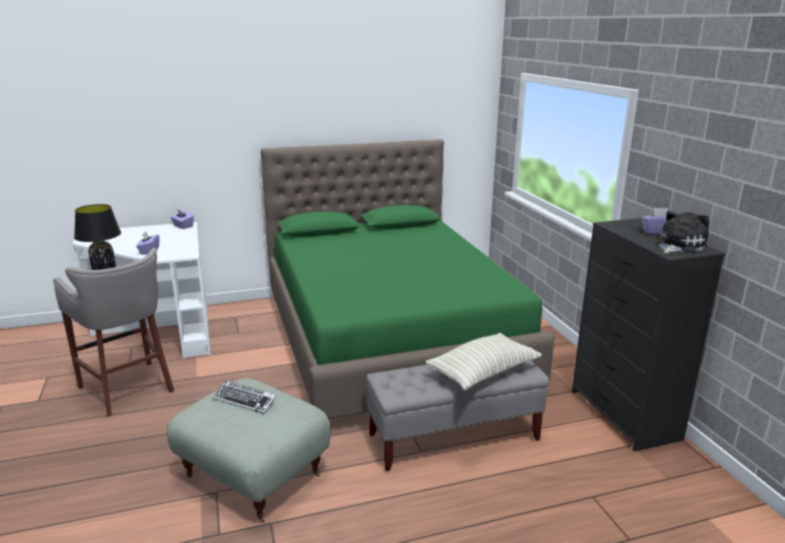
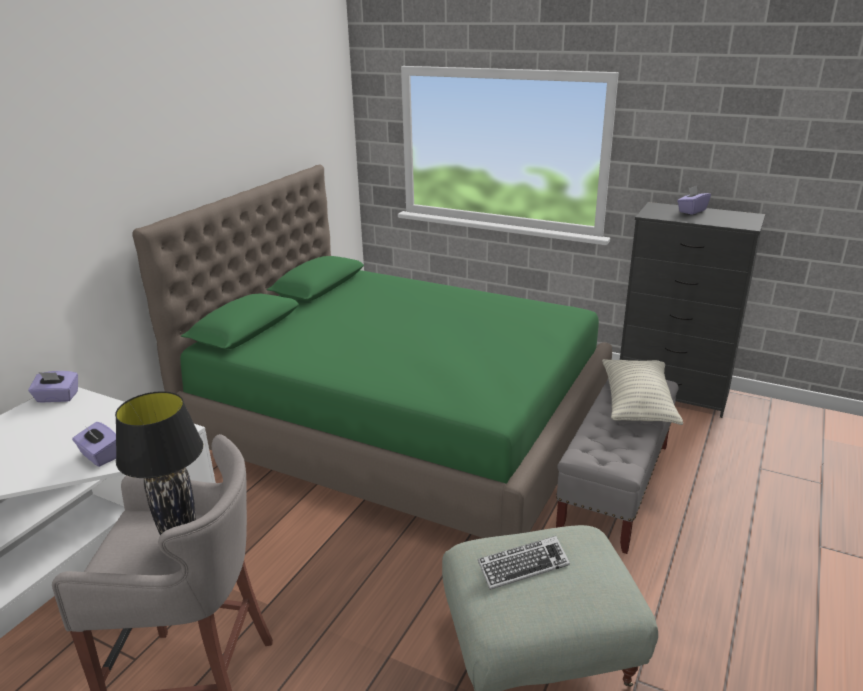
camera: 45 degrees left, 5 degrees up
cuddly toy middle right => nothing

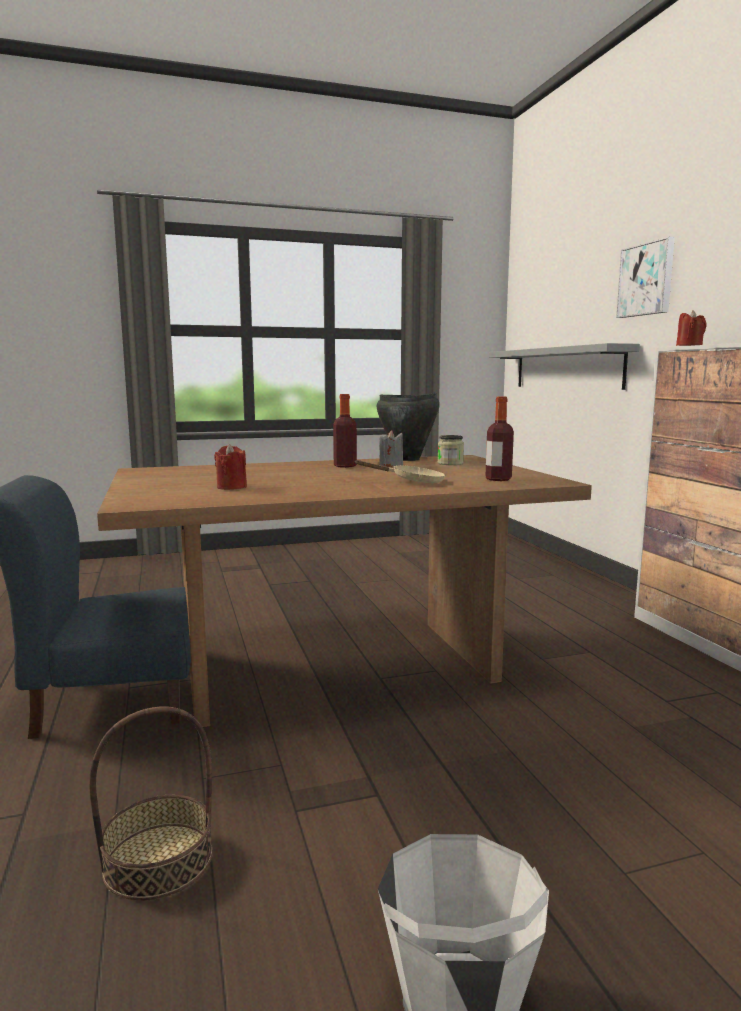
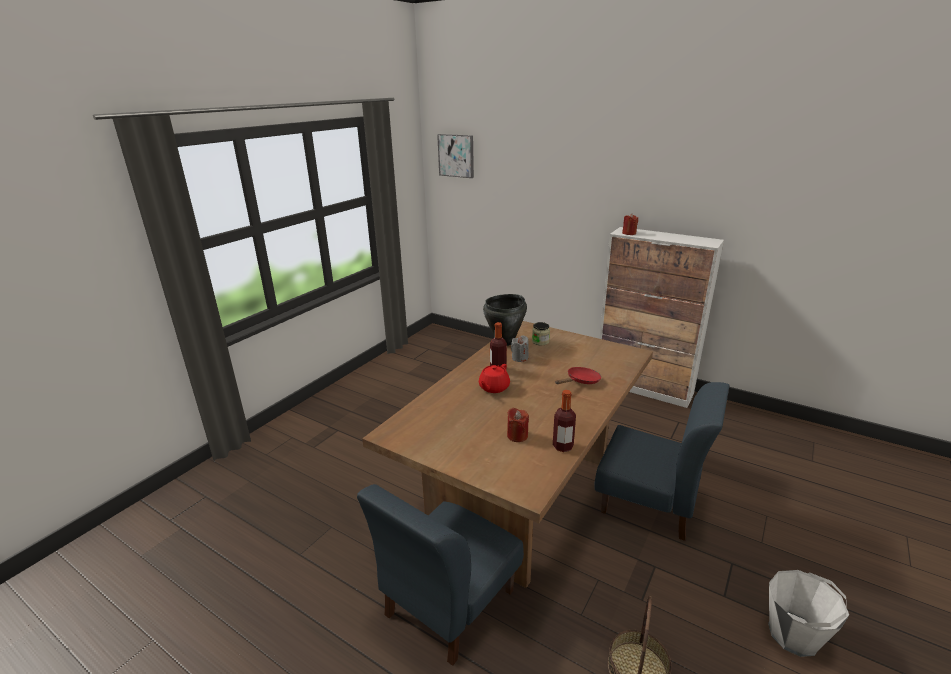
camera: 40 degrees left, 15 degrees up
beige skillet centre => red skillet centre
bottle (2nd from left) middle right => bottle (2nd from left) centre, moved
greyish bracket shelf middle right => nothing
wall picture top right => wall picture top centre, moved
nothing => red tea pot centre
nothing => blue-coloured chair (2nd from left) bottom right

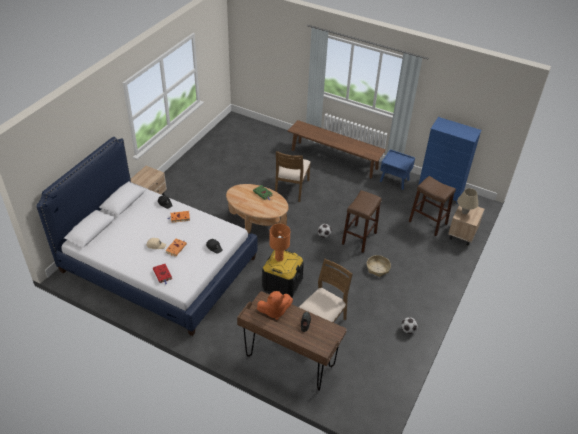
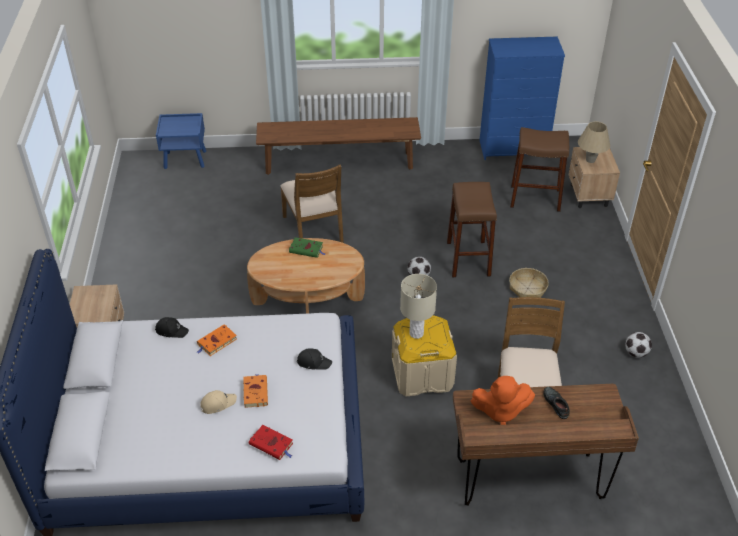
camera: 30 degrees left, 0 degrees up
orange-coloured cuddly toy bottom centre => orange-coloured cuddly toy bottom right, 45 degrees clockwise
black-coloured storage container centre => beige storage container centre
orange-coloured tabletop lamp centre => beige tabletop lamp (1st from left) centre
blue-coloured nightstand middle right => blue-coloured nightstand top left, moved

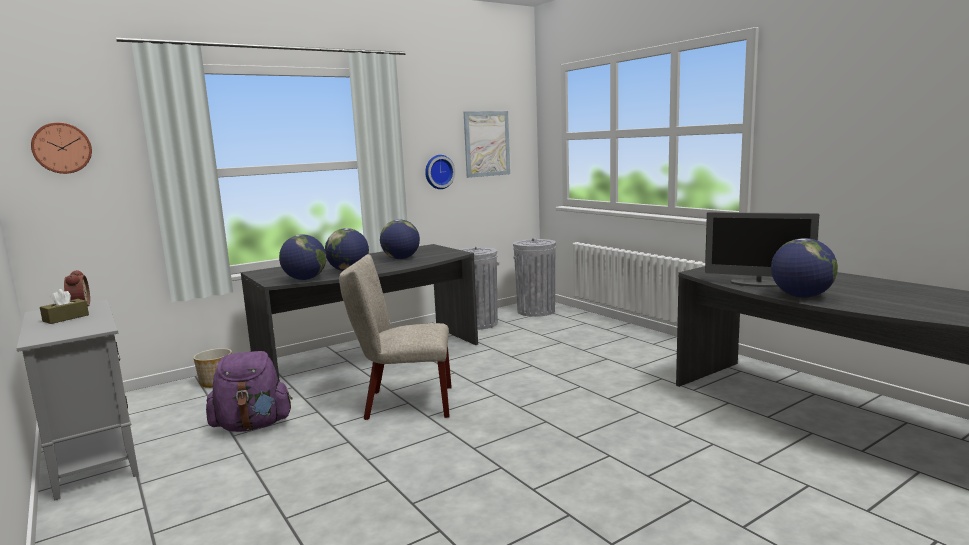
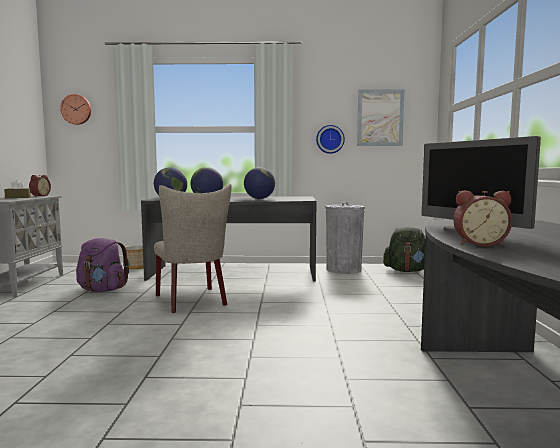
camera: 35 degrees right, 5 degrees down
beige chair centre, 150 degrees counterclockwise
greyish rubbish bin (2nd from left) centre => green-coloured backpack middle right
desk globe (4th from left) middle right => table clock (2nd from left) middle right

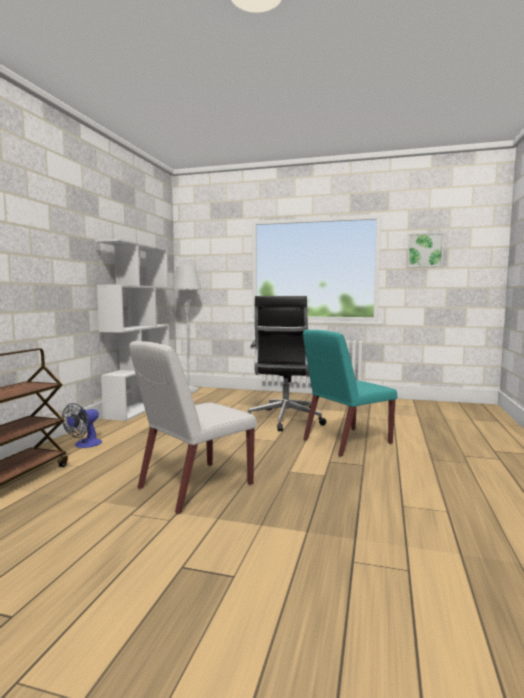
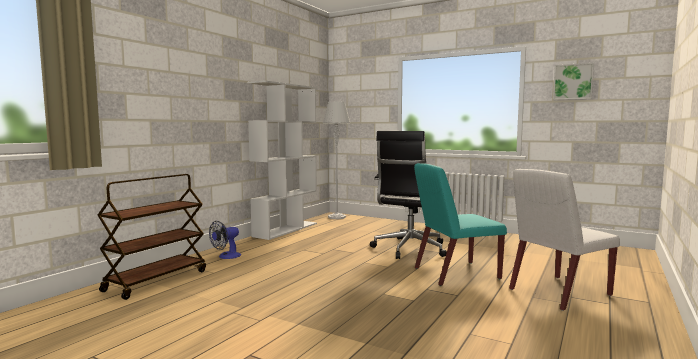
camera: 15 degrees right, 0 degrees up
white chair centre => white chair bottom right, moved

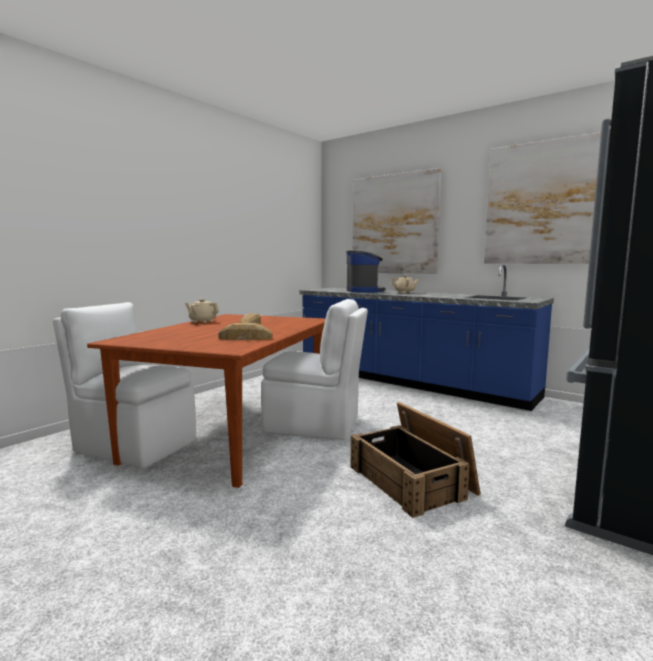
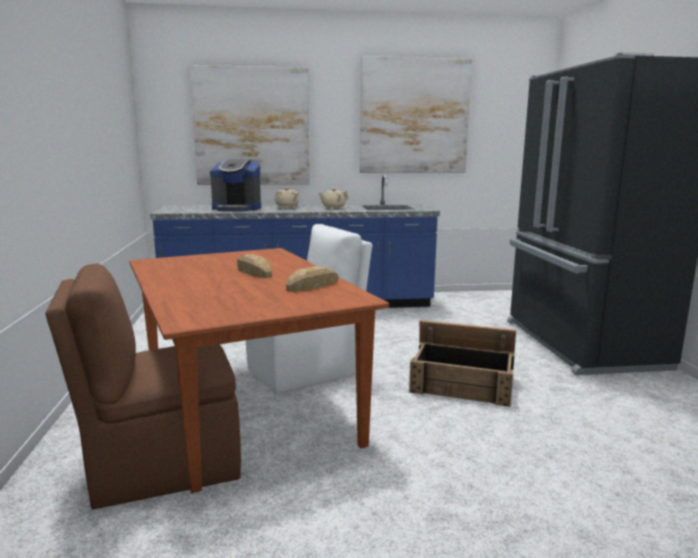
camera: 45 degrees left, 5 degrees up
white chair (1st from left) middle left => brown-coloured chair bottom left
beige tea pot (1st from left in the first image) middle left => beige tea pot (2nd from left) centre, moved
coffee machine centre => coffee machine top centre, 150 degrees clockwise

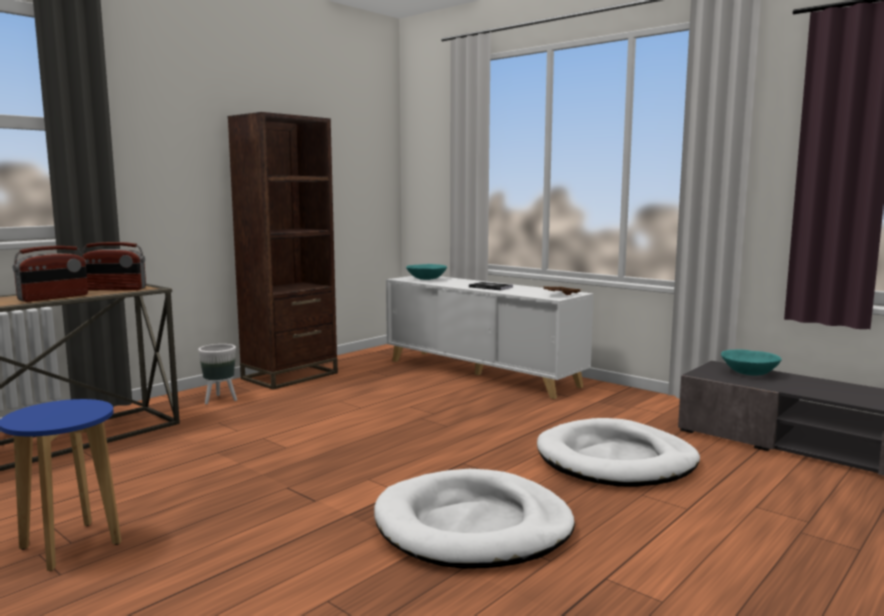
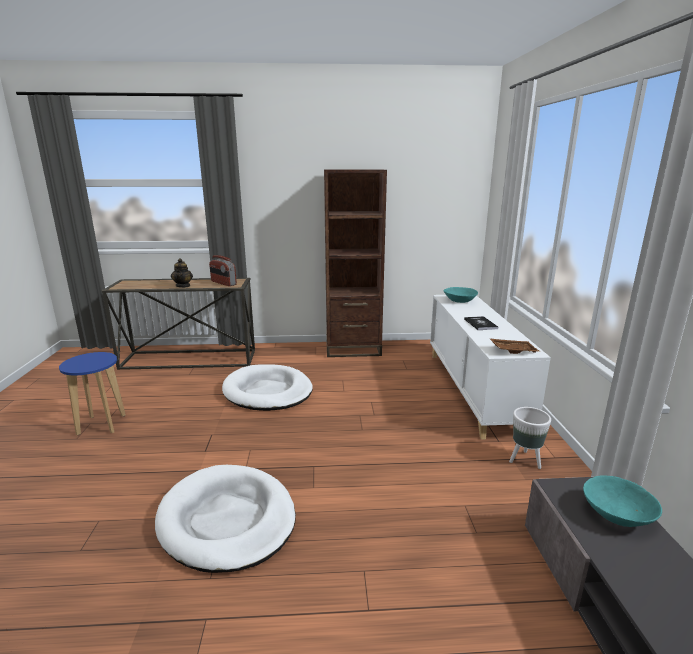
camera: 45 degrees right, 10 degrees up
radio receiver (1st from left) middle left => tea pot middle left
white planter middle left => white planter bottom right, moved
white dog cushion (2nd from left) bottom right => white dog cushion (2nd from left) centre, moved

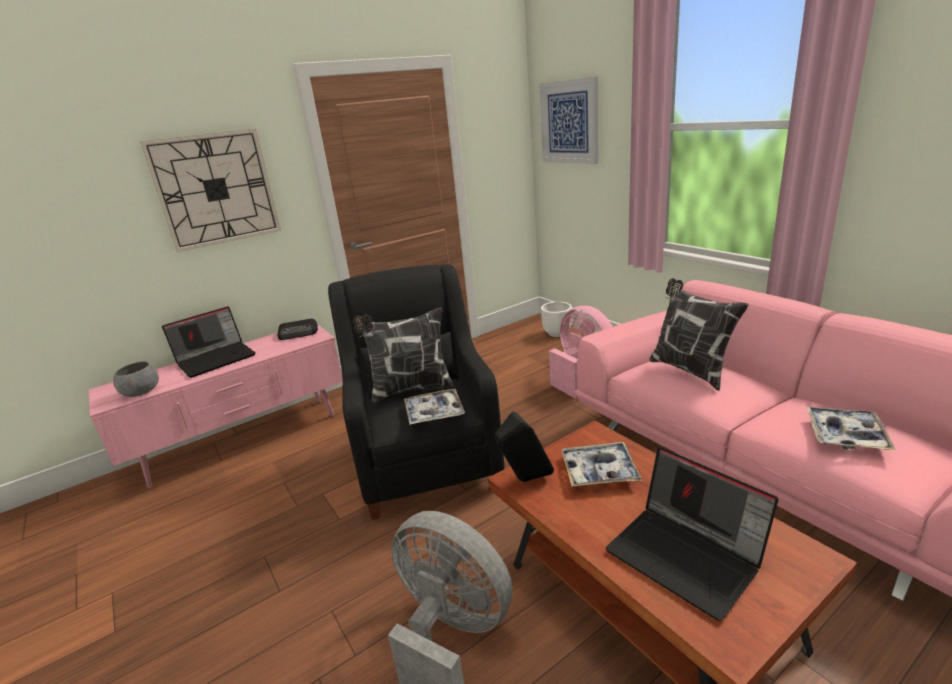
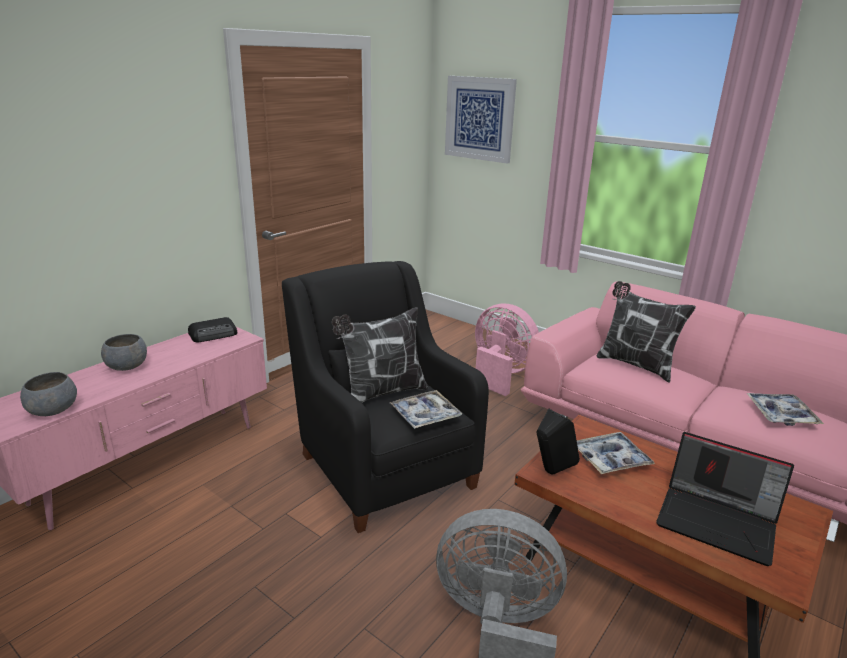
camera: 20 degrees left, 0 degrees up
clock on the wall top left => nothing
portable computer (1st from left) middle left => greyish bowl (2nd from left) middle left
white planter centre => nothing

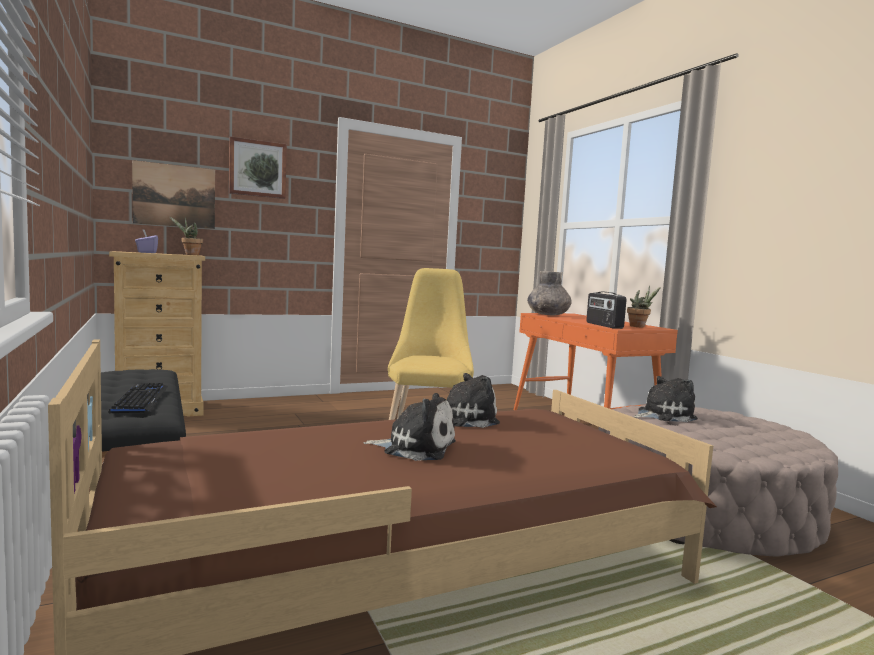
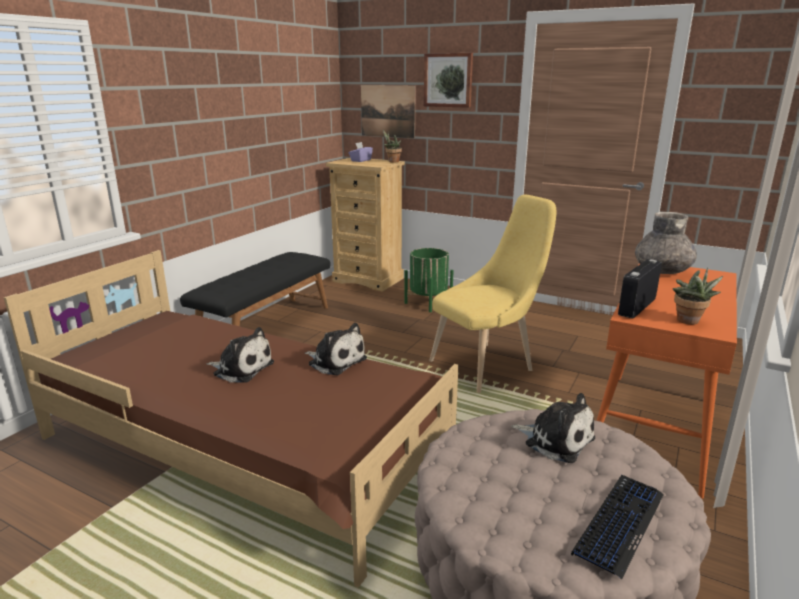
camera: 55 degrees right, 15 degrees up
keyboard middle left => keyboard bottom right, moved
cuddly toy (1st from left) centre => cuddly toy (1st from left) middle left, 45 degrees counterclockwise
nothing => green-coloured planter centre

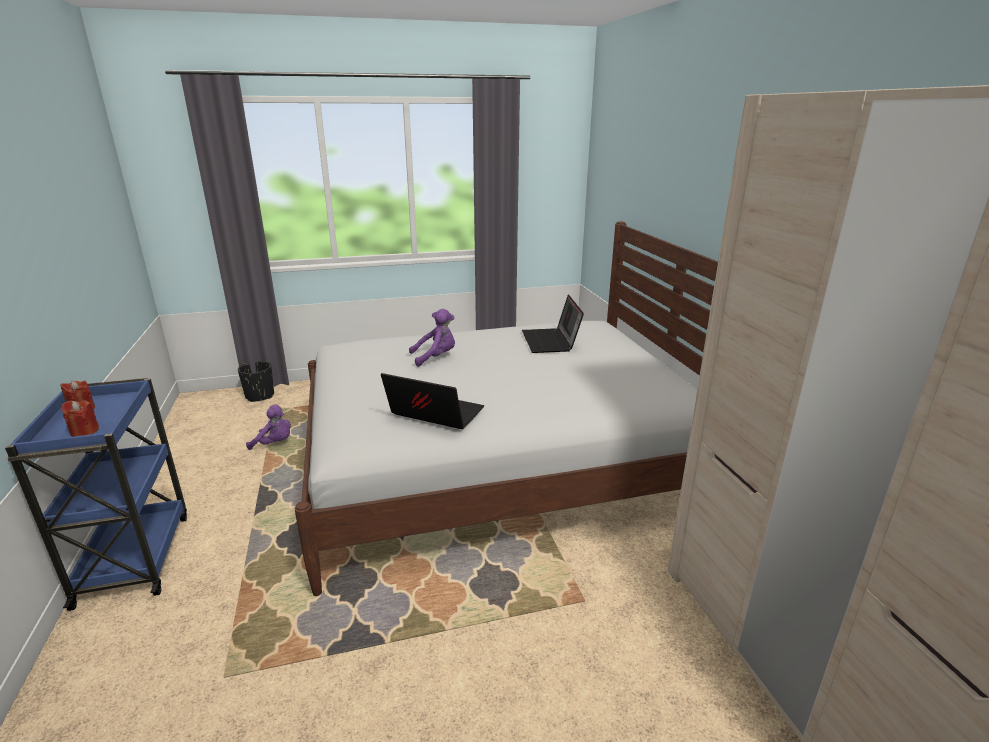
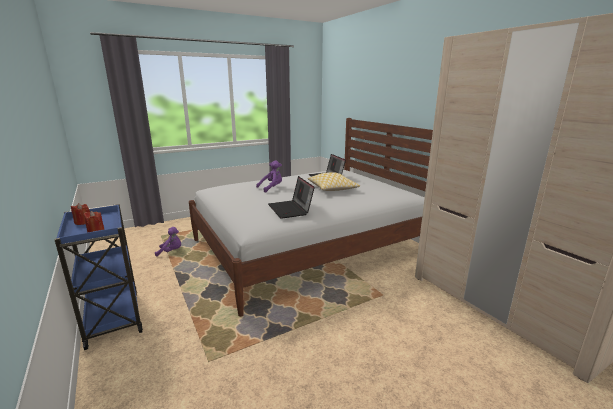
camera: 15 degrees left, 5 degrees down
black-coloured planter middle left => nothing
portable computer (1st from left) centre, 120 degrees counterclockwise
nothing => cushion centre

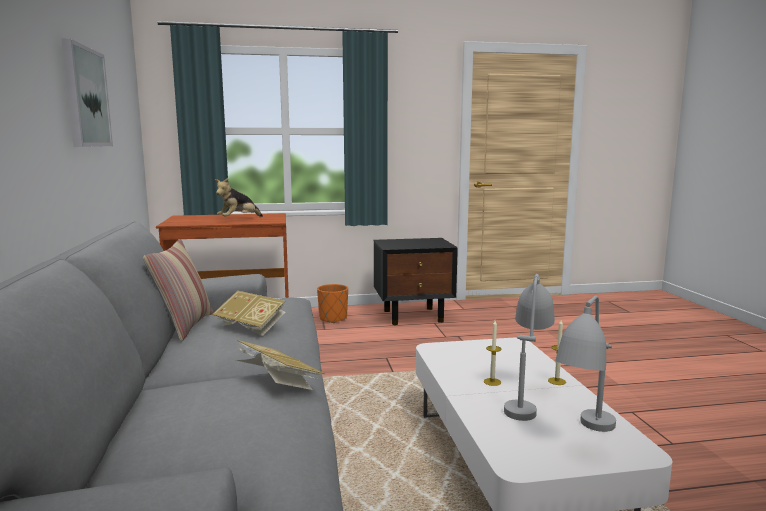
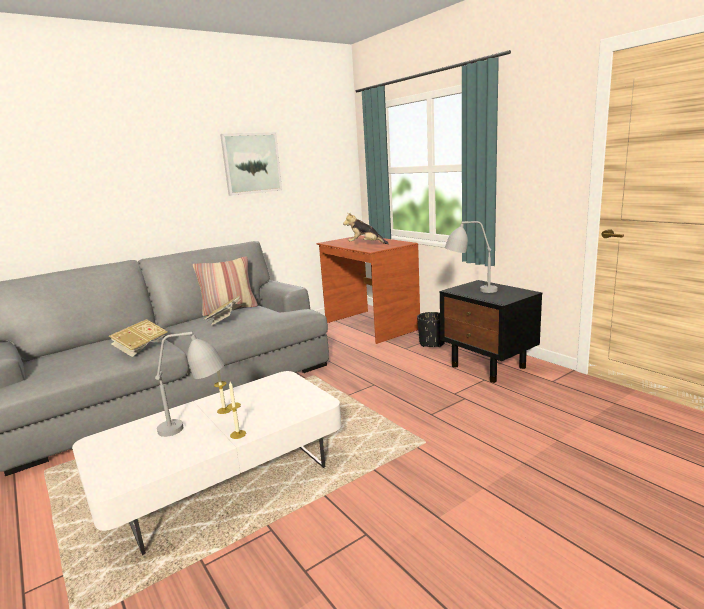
camera: 65 degrees right, 5 degrees up
orange-coloured planter centre => black-coloured planter centre
greyish tabletop lamp (2nd from left) bottom right => greyish tabletop lamp (2nd from left) middle right, moved

